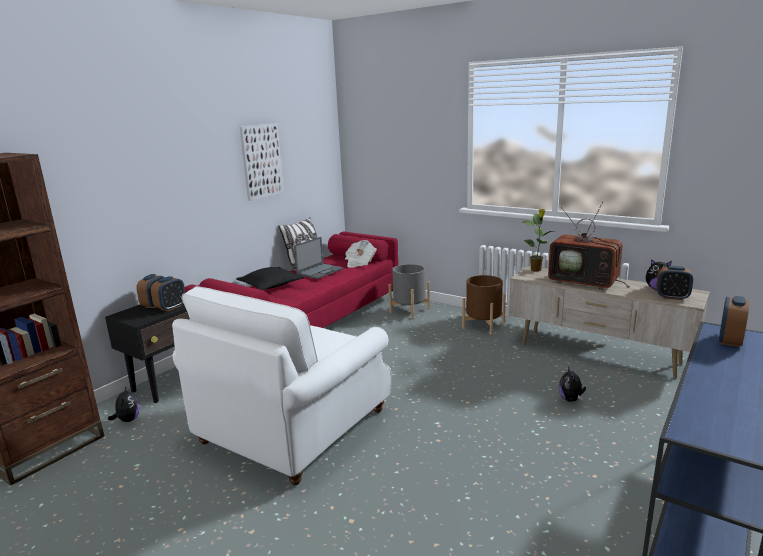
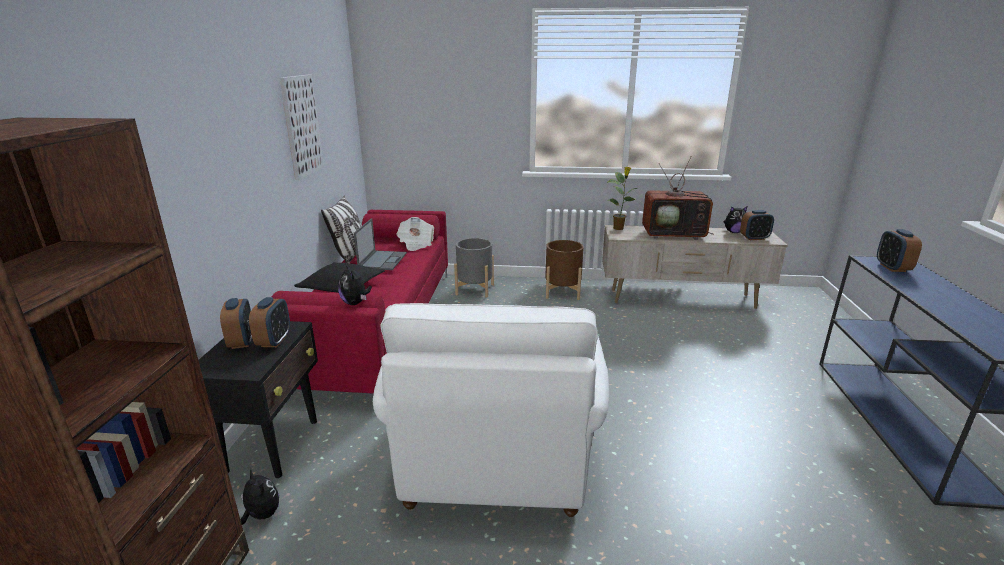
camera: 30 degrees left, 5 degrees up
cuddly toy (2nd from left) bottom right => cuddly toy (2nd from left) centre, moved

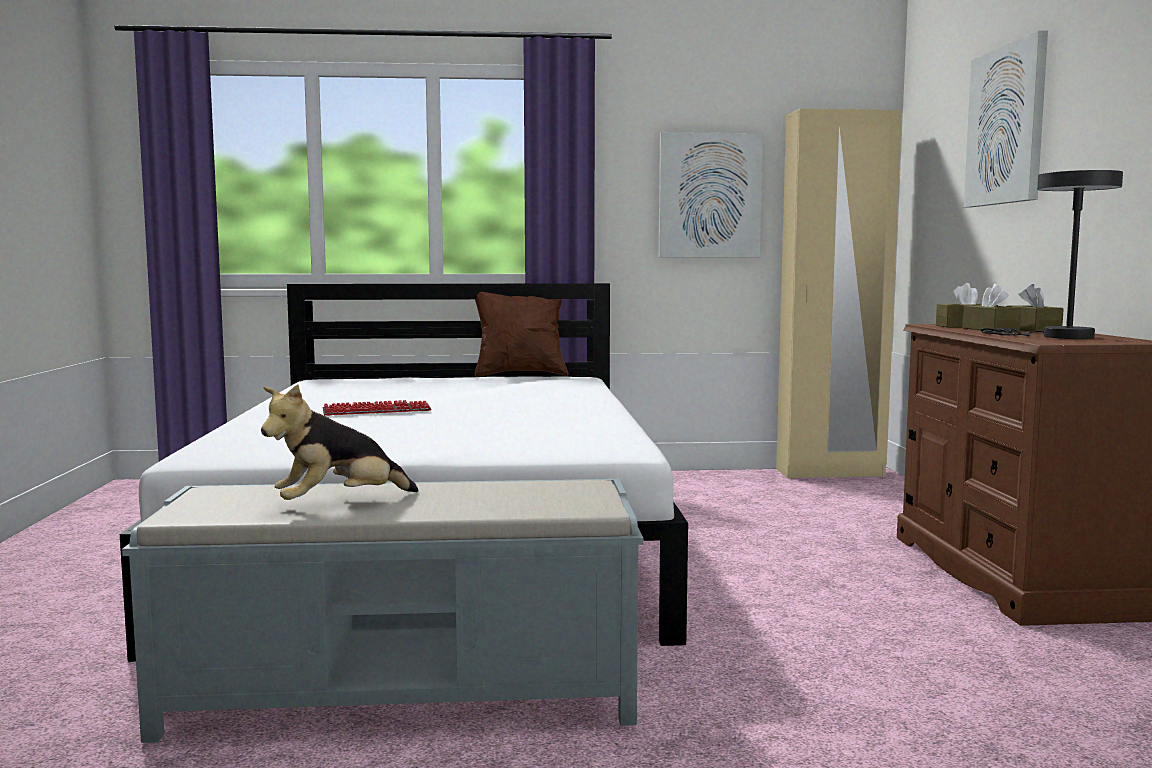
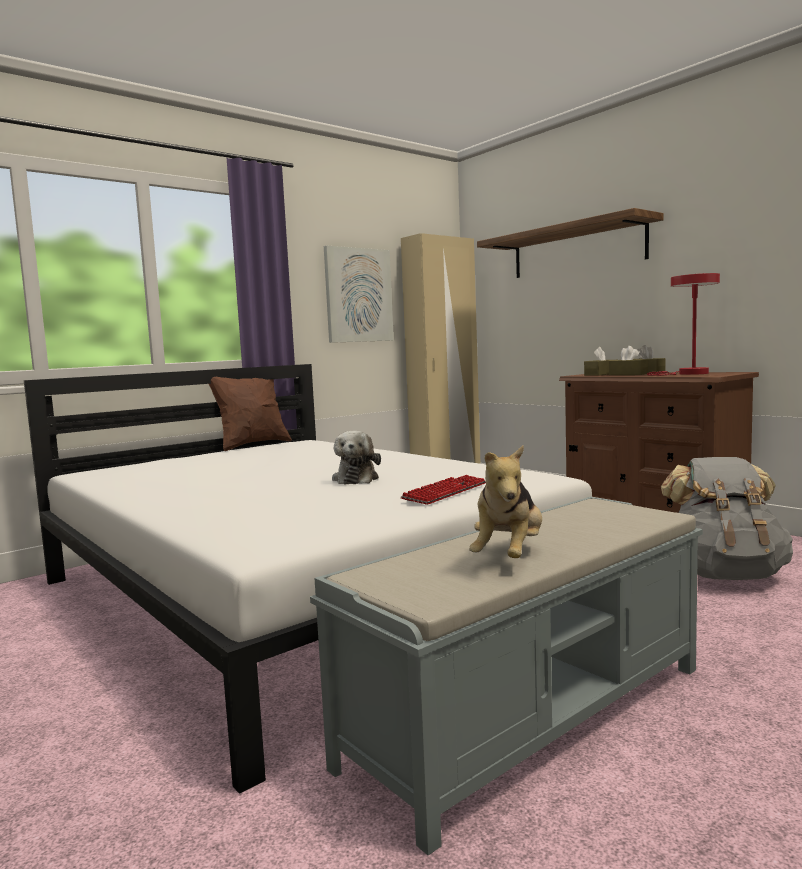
camera: 35 degrees left, 0 degrees up
keyboard middle left => keyboard centre, moved
wall picture (2nd from left) top right => bracket shelf top right
greyish tabletop lamp top right => red tabletop lamp middle right
nothing => cuddly toy (1st from left) centre
nothing => greyish backpack middle right

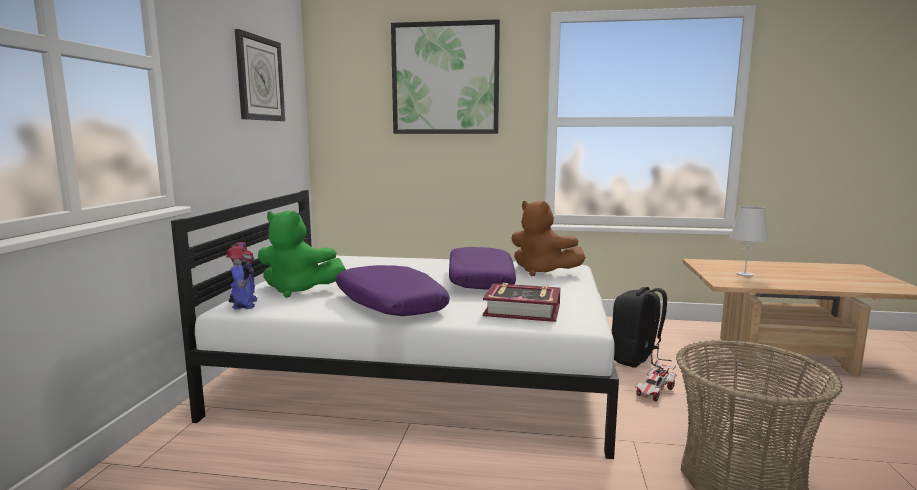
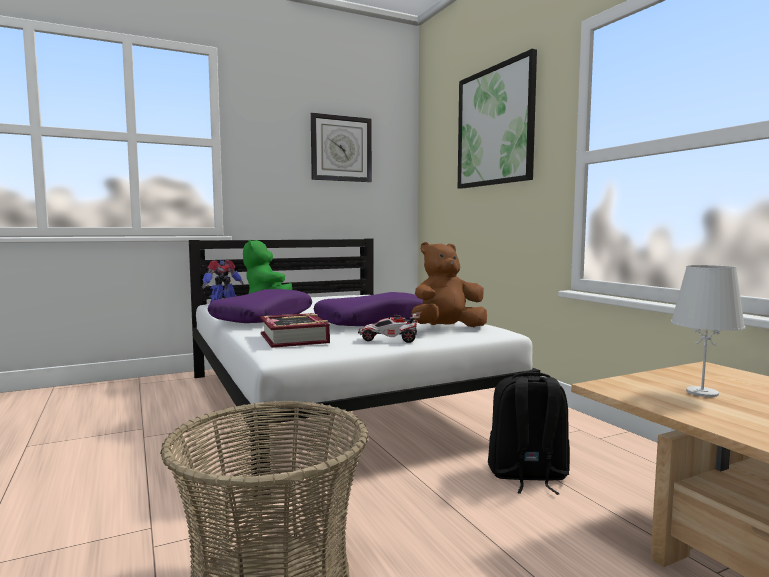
camera: 55 degrees right, 5 degrees down
brown-coloured cuddly toy centre, 60 degrees clockwise
model car bottom right => model car centre, moved

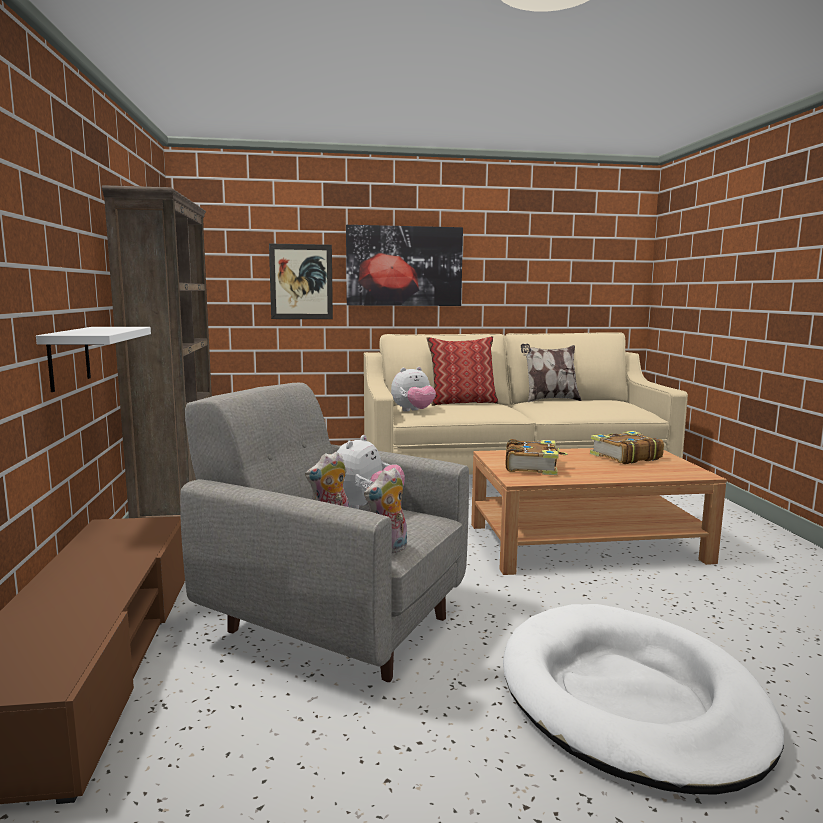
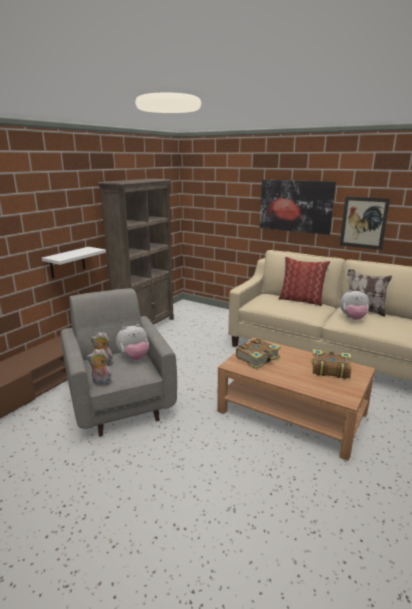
camera: 40 degrees right, 10 degrees up
wall picture (1st from left in the first image) centre => wall picture (2nd from left) middle right, moved
cuddly toy (4th from left) centre => cuddly toy (4th from left) middle right, moved
white dog cushion bottom right => nothing

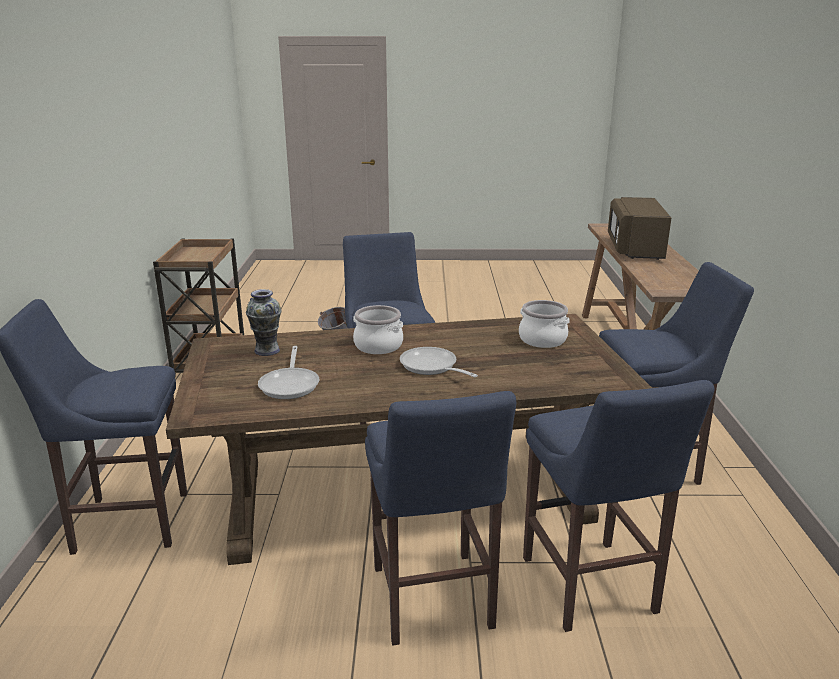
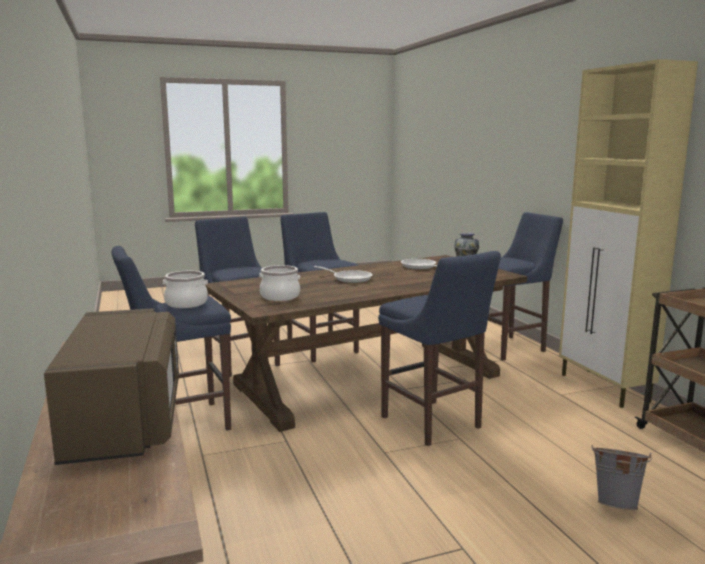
camera: 160 degrees right, 10 degrees down
stockpot (1st from left) centre => stockpot (1st from left) middle left, moved
nothing => beige cabinet middle right

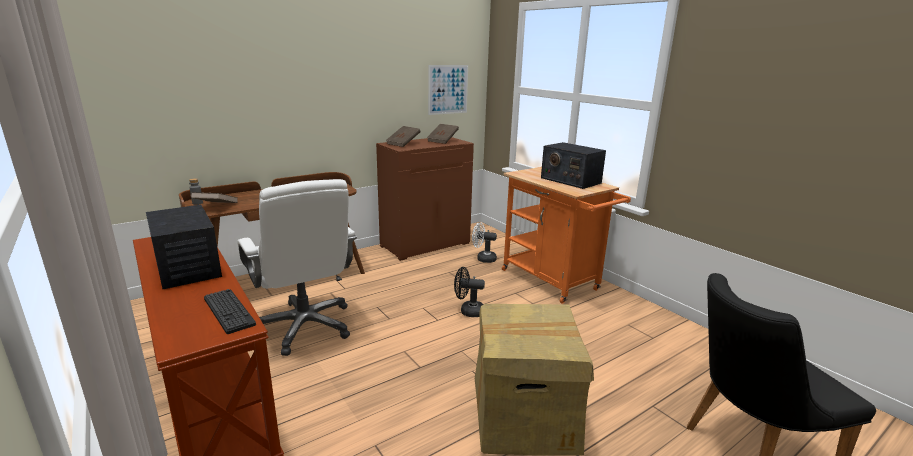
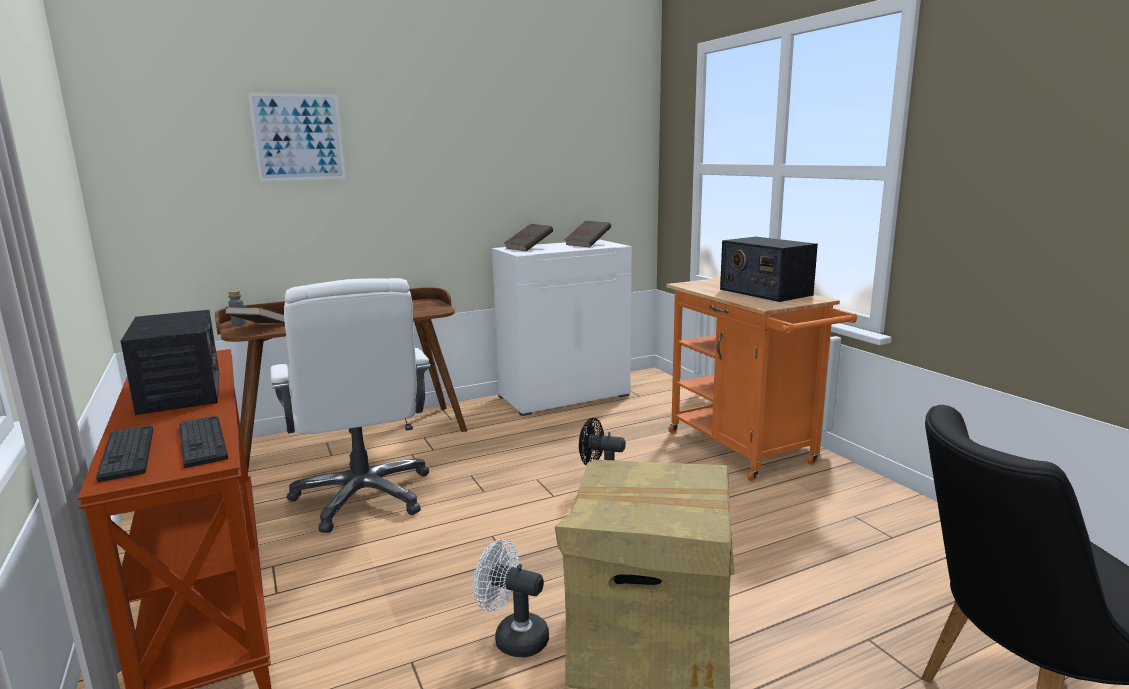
camera: 10 degrees right, 5 degrees down
brown-coloured cabinet centre => white cabinet centre
wall picture top centre => wall picture top left, moved
white cooling fan centre => white cooling fan bottom centre, moved
nothing => keyboard (1st from left) middle left

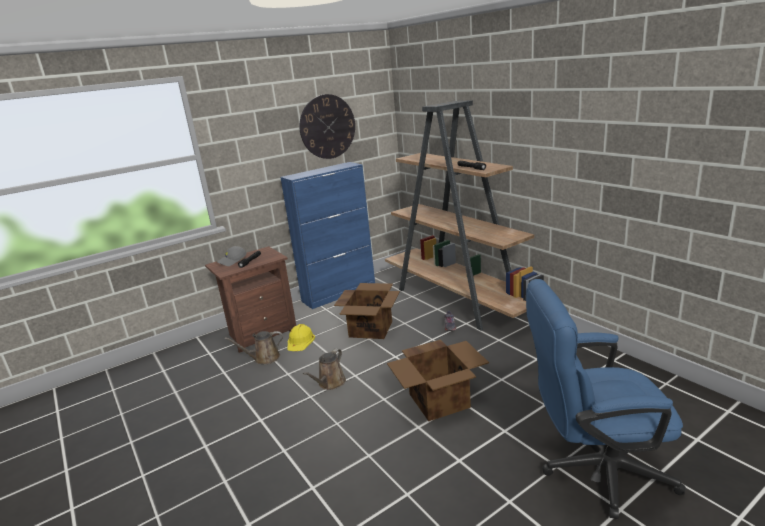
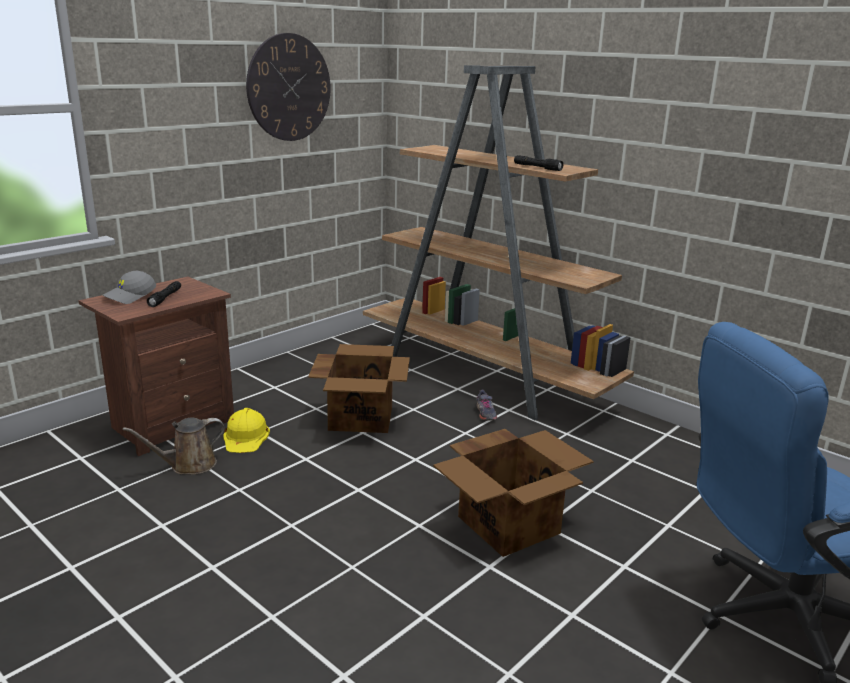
camera: 15 degrees left, 0 degrees up
blue-coloured cabinet centre => nothing
brown-coloured watering can (2nd from left) bottom centre => nothing

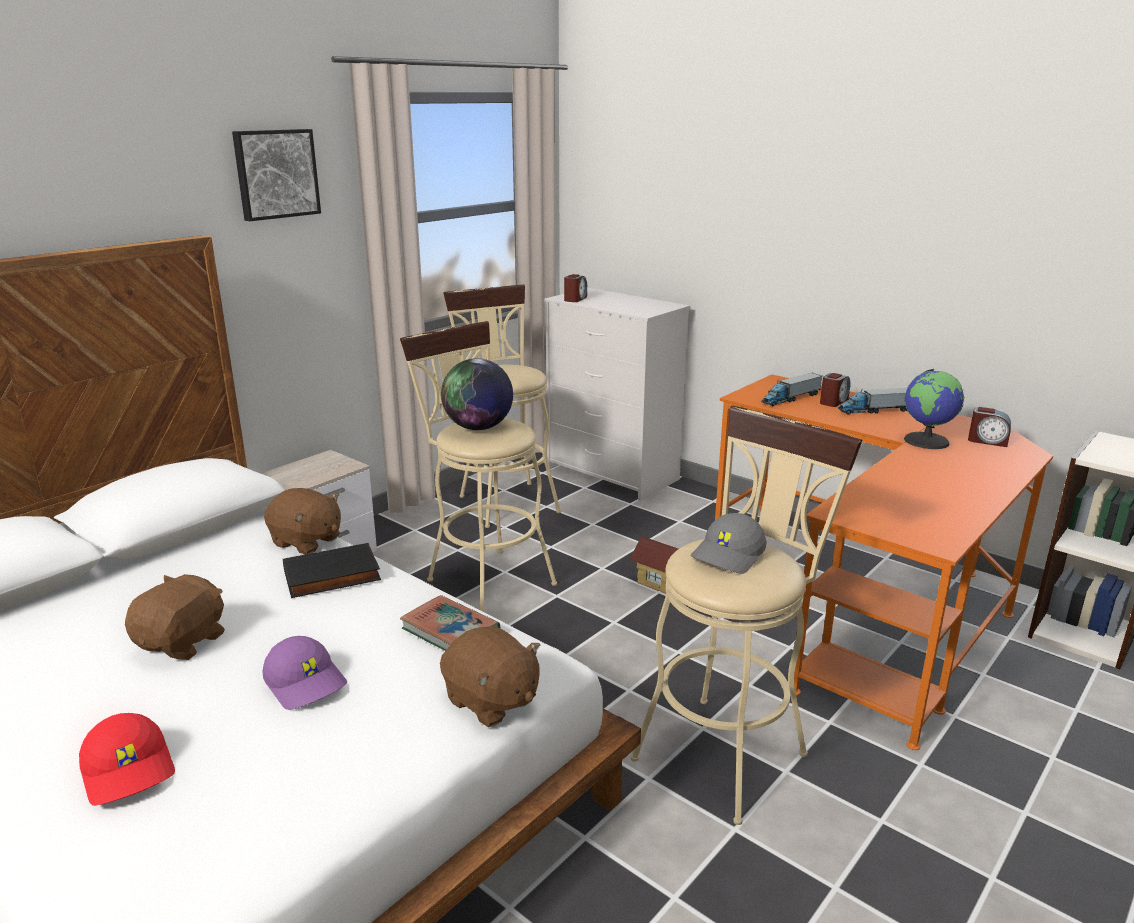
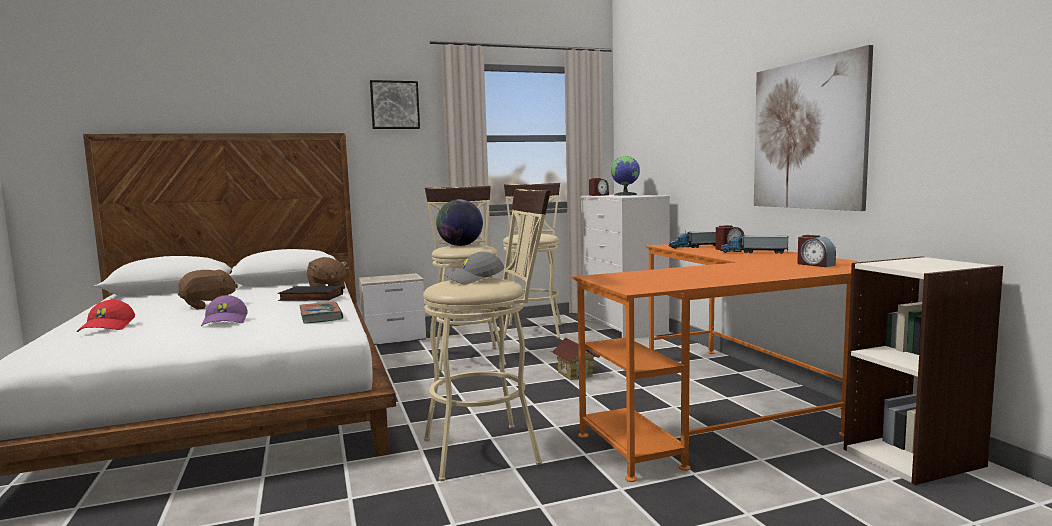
camera: 30 degrees right, 15 degrees down
brown-coloured cuddly toy (3rd from left) bottom centre => nothing
desk globe (2nd from left) middle right => desk globe (2nd from left) centre, moved
nothing => wall picture (2nd from left) top right

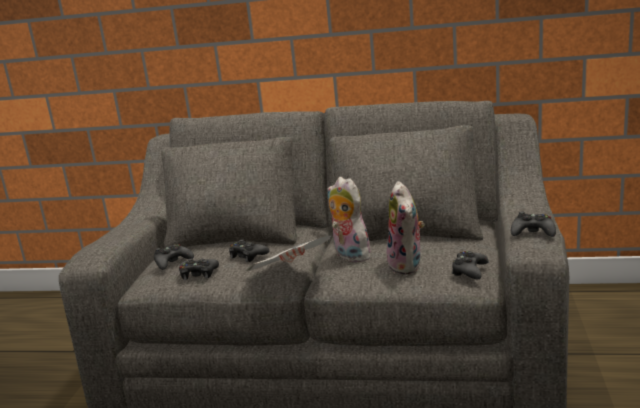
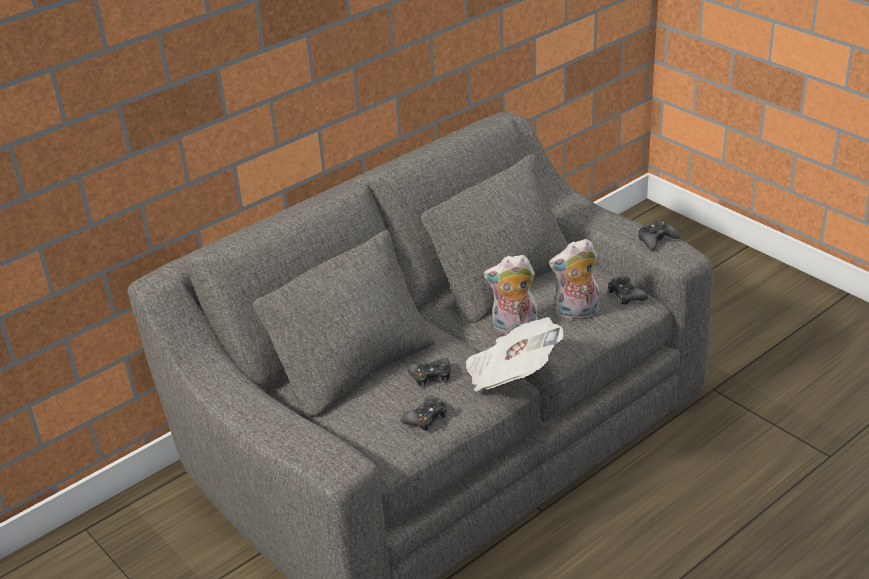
camera: 50 degrees left, 15 degrees up
black-coloured game controller (1st from left) middle left => nothing
cuddly toy (2nd from left) centre, 135 degrees clockwise

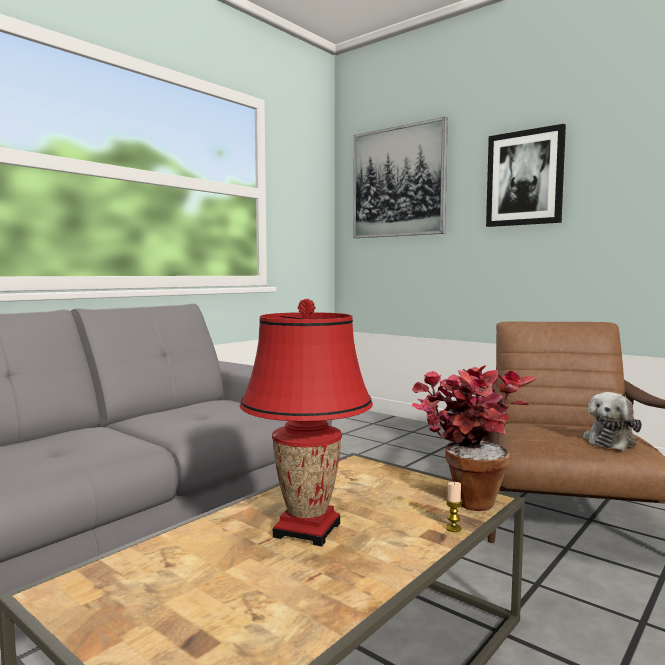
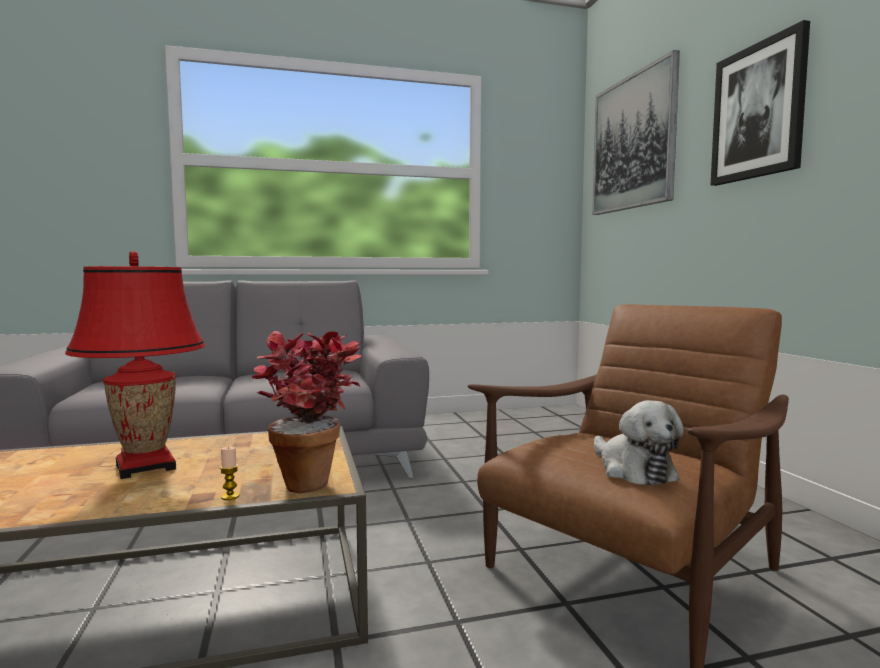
camera: 35 degrees right, 0 degrees up
cuddly toy middle right, 90 degrees counterclockwise

